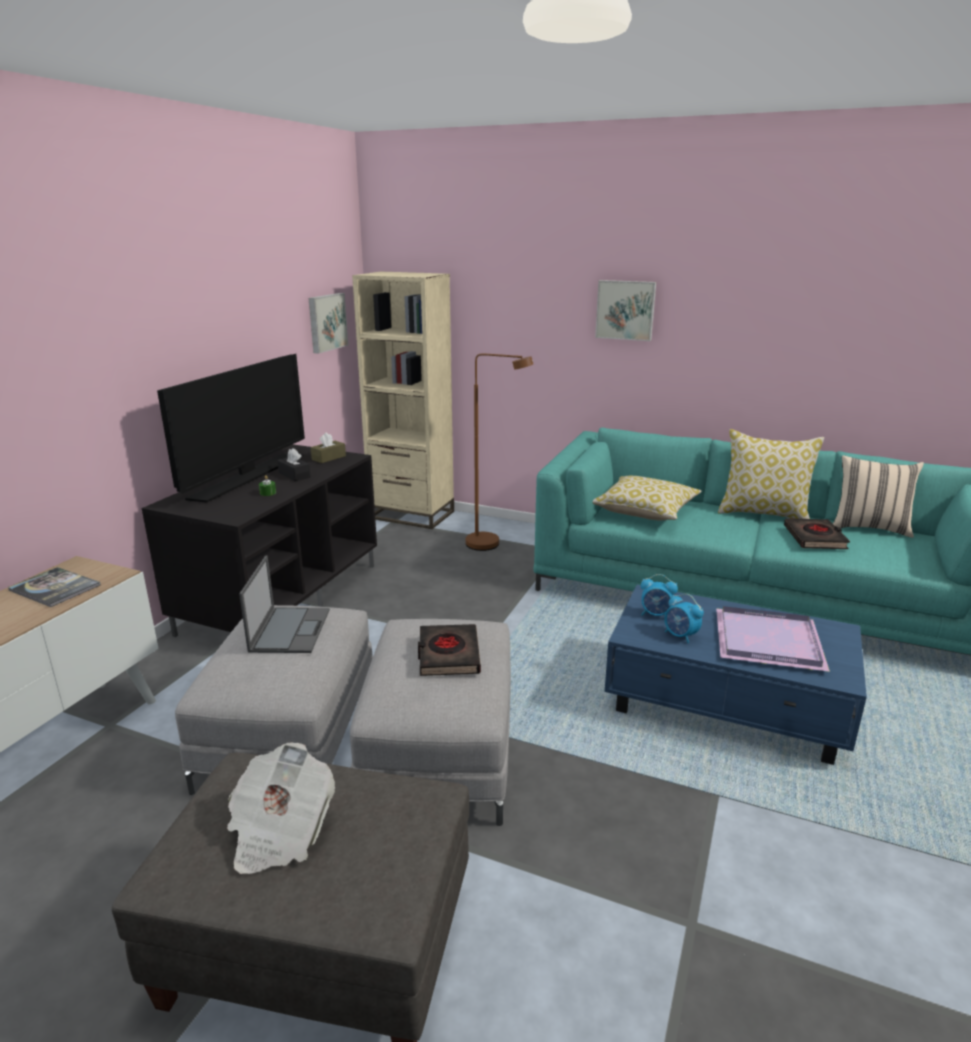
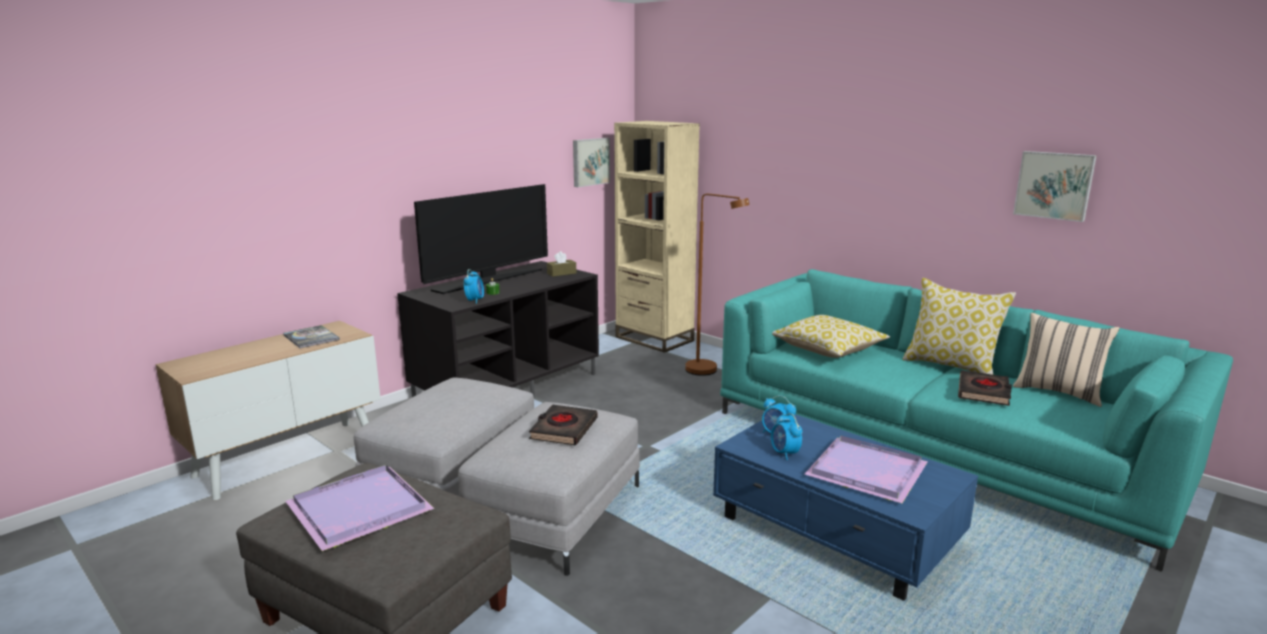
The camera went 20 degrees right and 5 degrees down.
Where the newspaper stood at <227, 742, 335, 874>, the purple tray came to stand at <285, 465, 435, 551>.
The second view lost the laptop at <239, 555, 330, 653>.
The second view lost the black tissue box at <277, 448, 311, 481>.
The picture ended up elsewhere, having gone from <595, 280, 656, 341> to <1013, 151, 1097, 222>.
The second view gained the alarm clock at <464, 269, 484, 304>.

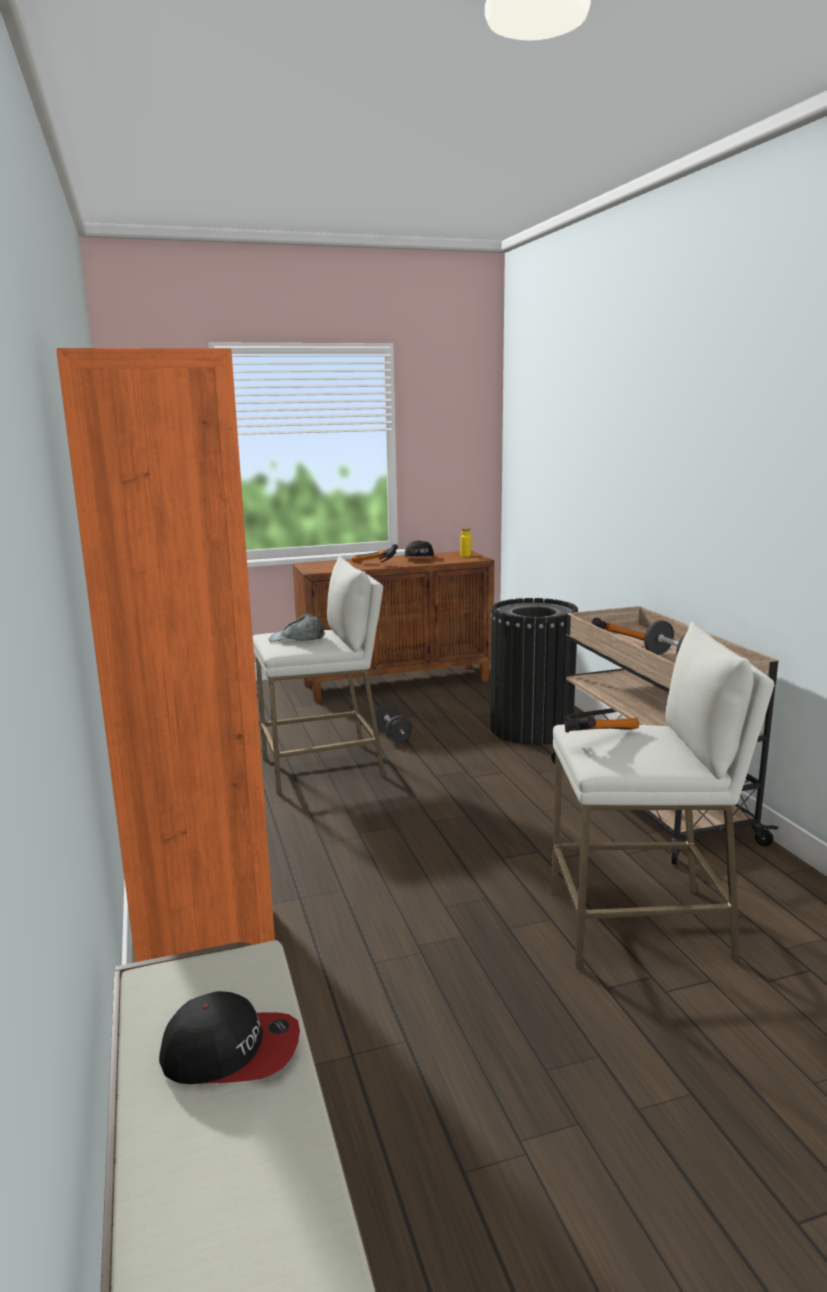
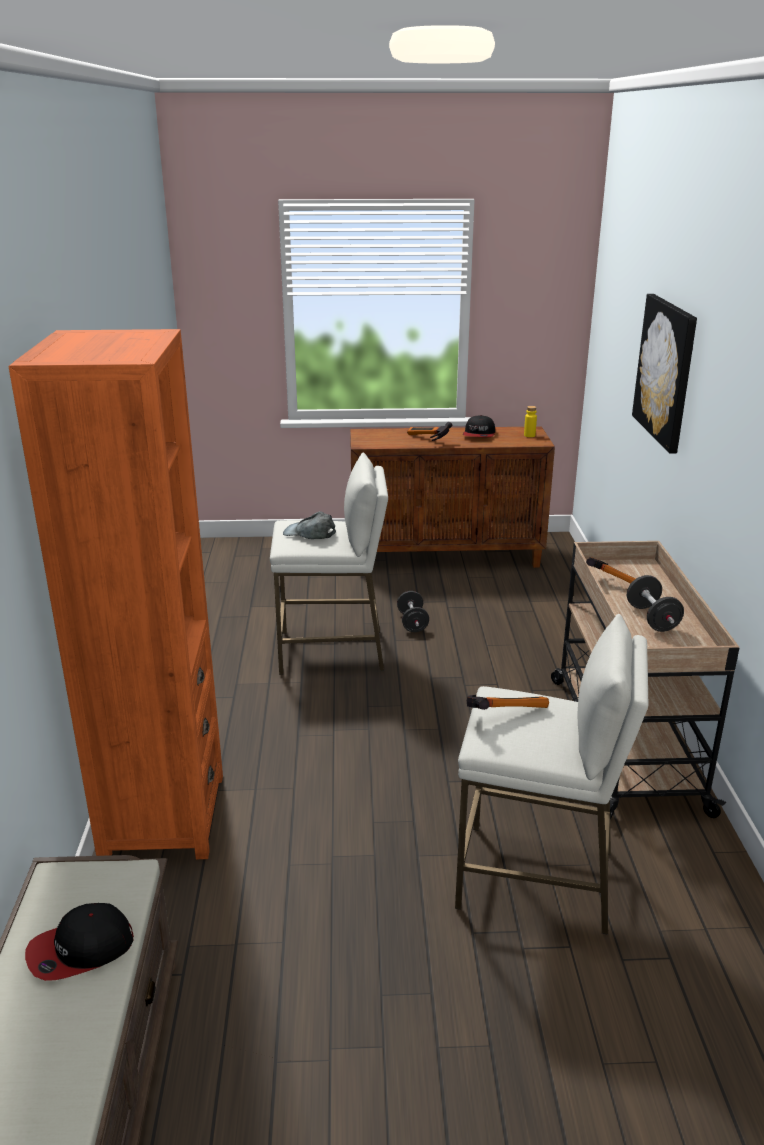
The camera went 15 degrees right and 10 degrees up.
The cap at <159, 991, 300, 1084> ended up facing another way, 135 degrees clockwise from before.
The second view lost the black trash can at <490, 598, 578, 745>.
The second view gained the picture at <632, 294, 697, 454>.

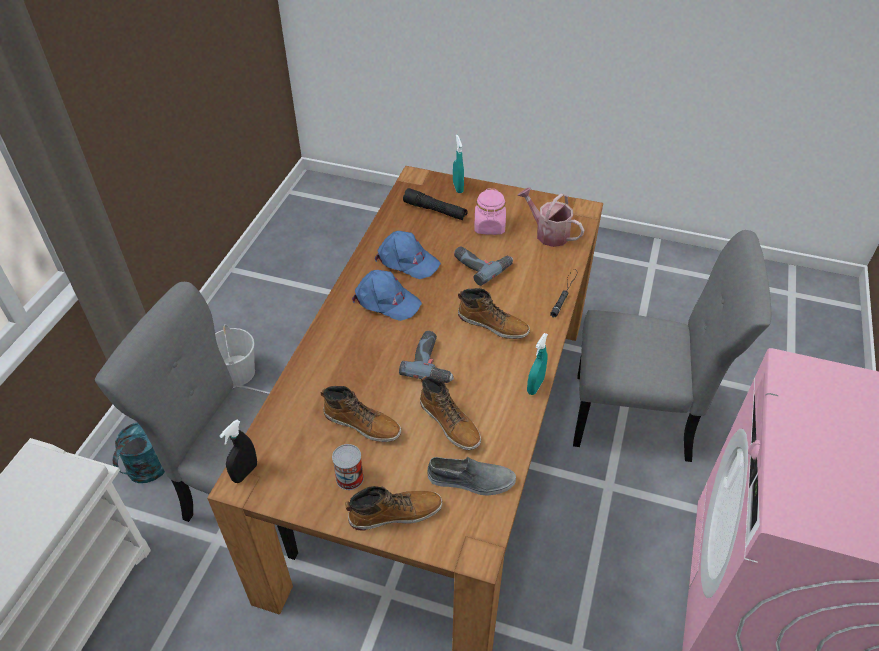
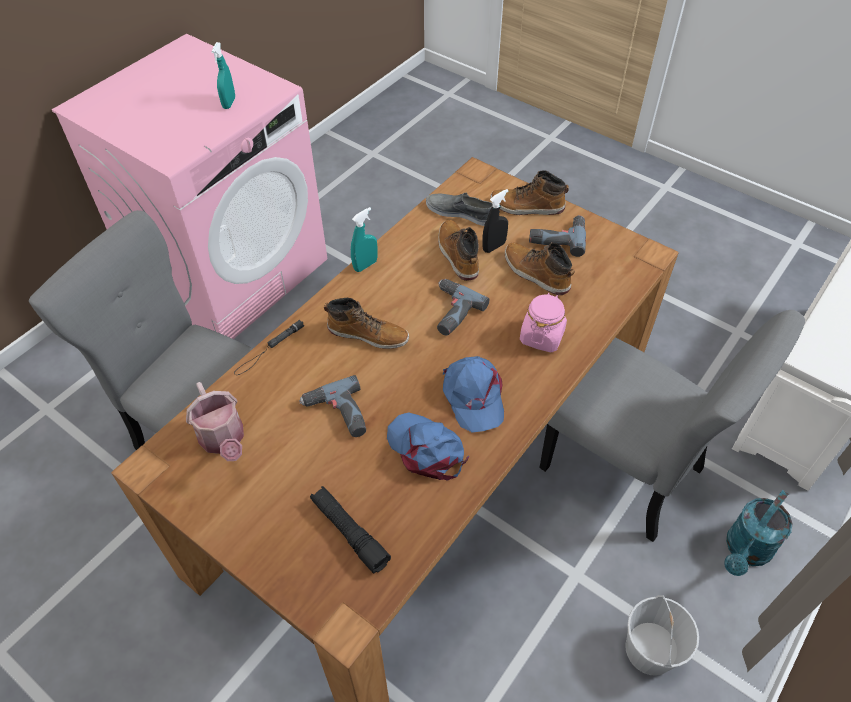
The camera went 160 degrees left and 5 degrees up.
The black spray bottle ended up elsewhere, having gone from <219, 420, 257, 483> to <482, 189, 509, 253>.
Where the can stood at <332, 444, 364, 490>, the power drill came to stand at <529, 215, 586, 257>.
The blue cap at <352, 270, 422, 321> ended up facing another way, 150 degrees counterclockwise from before.
The turquoise spray bottle ended up elsewhere, having gone from <453, 135, 464, 193> to <211, 42, 235, 109>.
The boot at <458, 288, 530, 339> ended up facing another way, 150 degrees clockwise from before.
The pink jar ended up elsewhere, having gone from <474, 189, 506, 235> to <520, 293, 567, 353>.

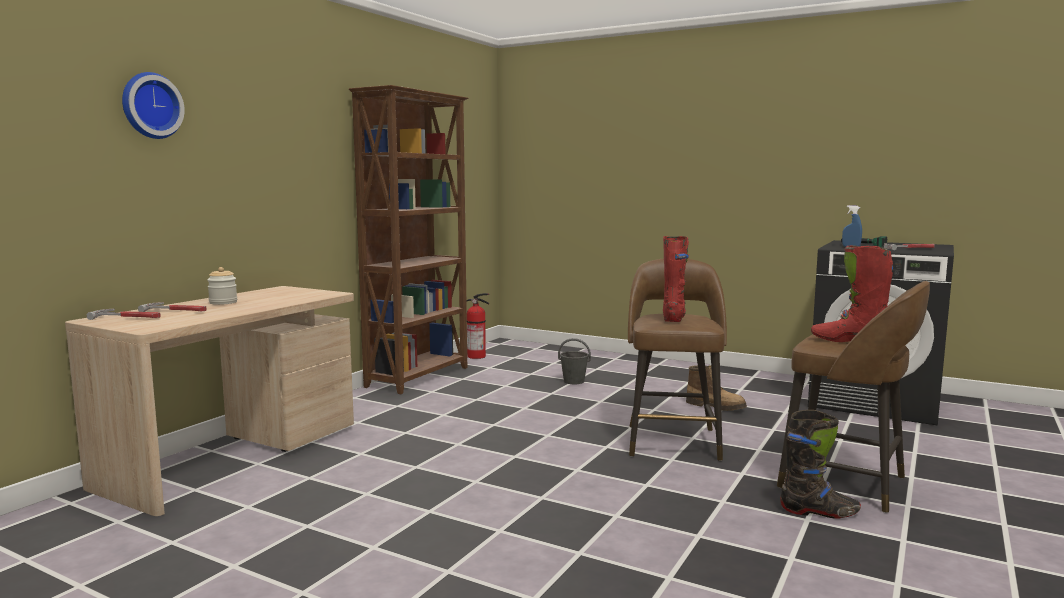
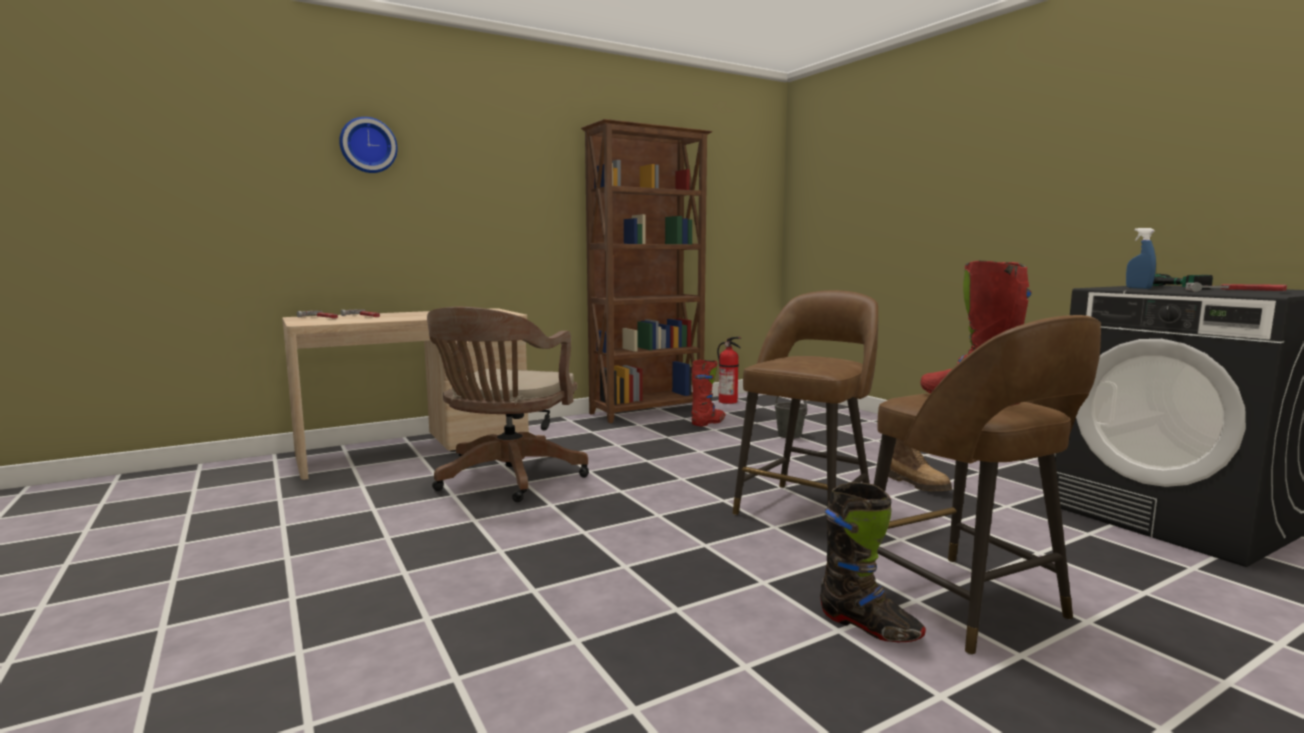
The camera went 30 degrees right and 0 degrees up.
The second view lost the jar at <207, 267, 237, 305>.
The red boot ended up elsewhere, having gone from <663, 236, 689, 322> to <691, 360, 725, 427>.
The second view gained the brown office chair at <427, 307, 589, 502>.

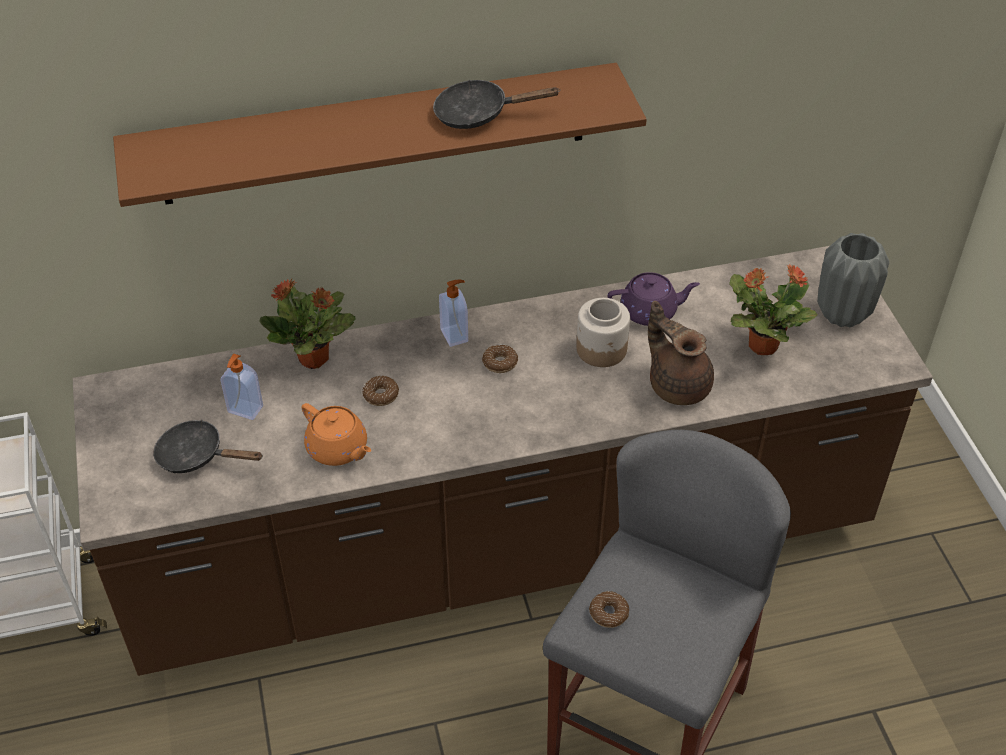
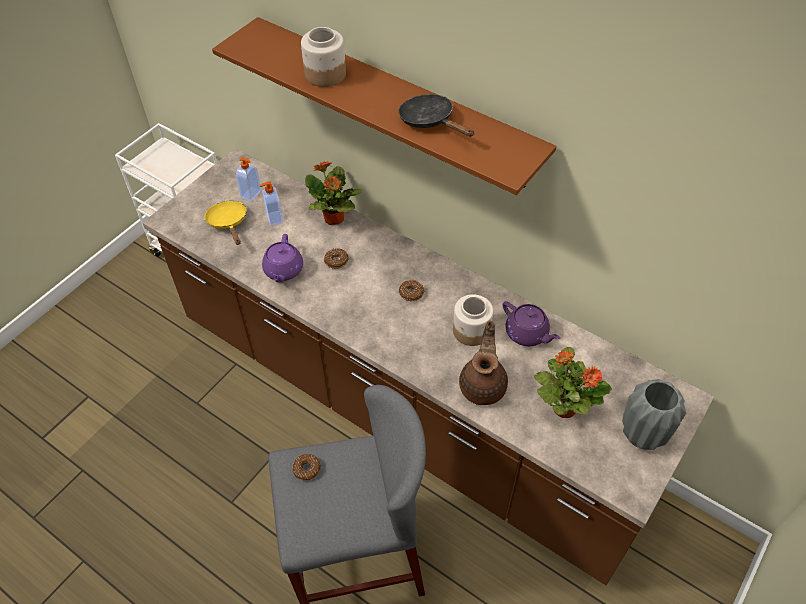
The camera went 50 degrees right and 5 degrees up.
What was the black frying pan at <153, 420, 263, 473> turned into the yellow frying pan at <204, 201, 247, 245>.
What was the orange teapot at <302, 403, 371, 466> turned into the purple teapot at <262, 234, 303, 283>.
The soap dispenser ended up elsewhere, having gone from <439, 279, 468, 347> to <236, 157, 261, 202>.
The second view gained the jar at <301, 27, 346, 87>.

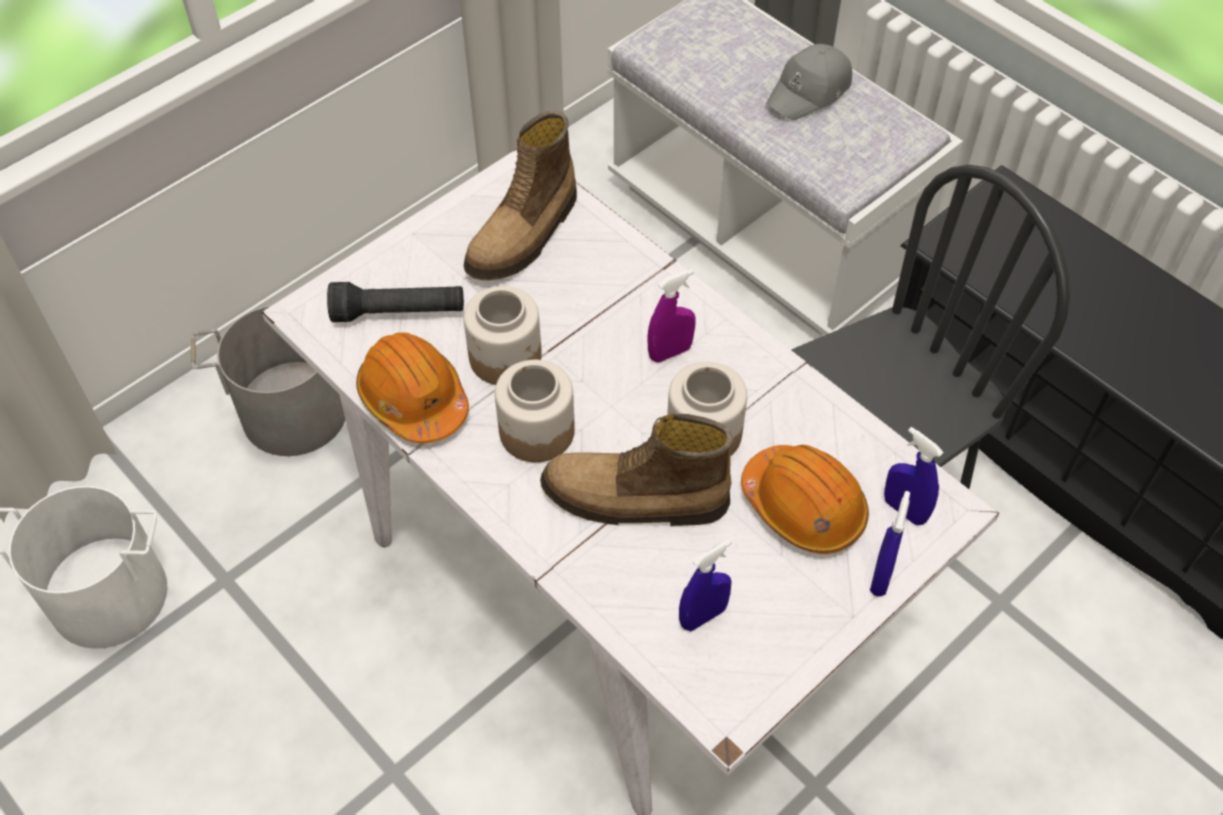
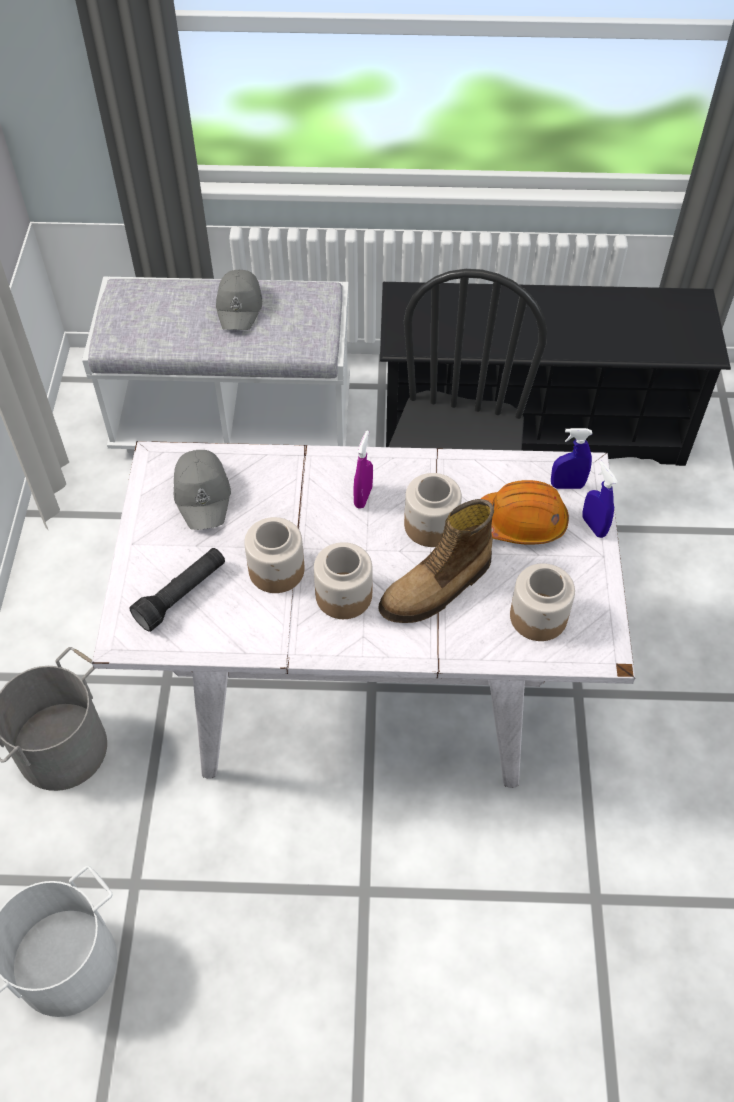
The camera went 45 degrees left and 0 degrees up.
The second view lost the orange hard hat at <356, 332, 469, 443>.
Where the boot stood at <464, 111, 577, 280>, the grey cap came to stand at <174, 450, 231, 530>.
Where the blue spray bottle stood at <679, 539, 732, 631>, the jar came to stand at <510, 563, 575, 641>.

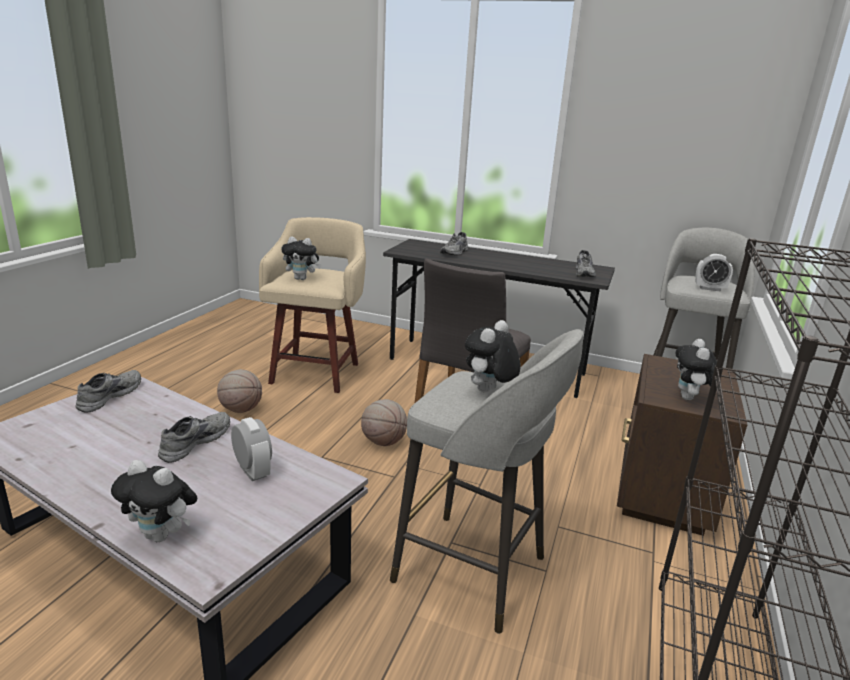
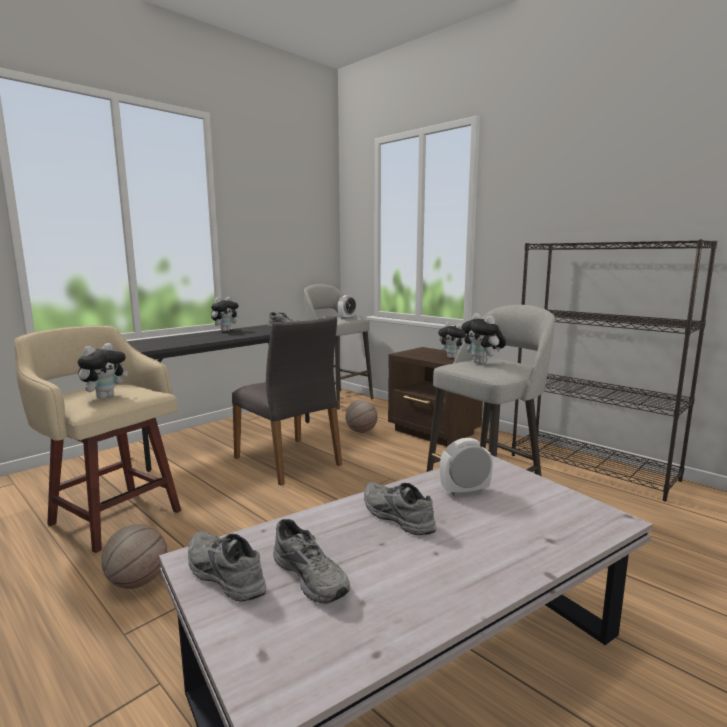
The camera went 65 degrees left and 10 degrees down.
The plush toy ended up elsewhere, having gone from <111, 460, 197, 542> to <211, 297, 240, 331>.
The basketball ended up elsewhere, having gone from <361, 399, 407, 446> to <345, 400, 378, 433>.
The grey shoe ended up elsewhere, having gone from <440, 232, 468, 256> to <273, 519, 350, 604>.

